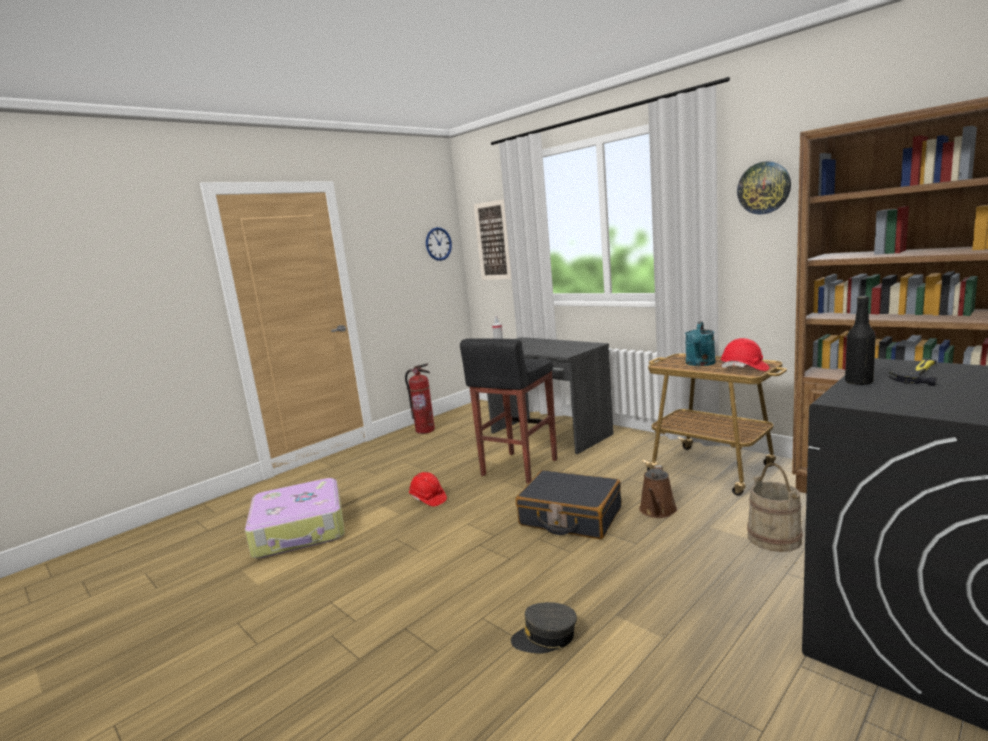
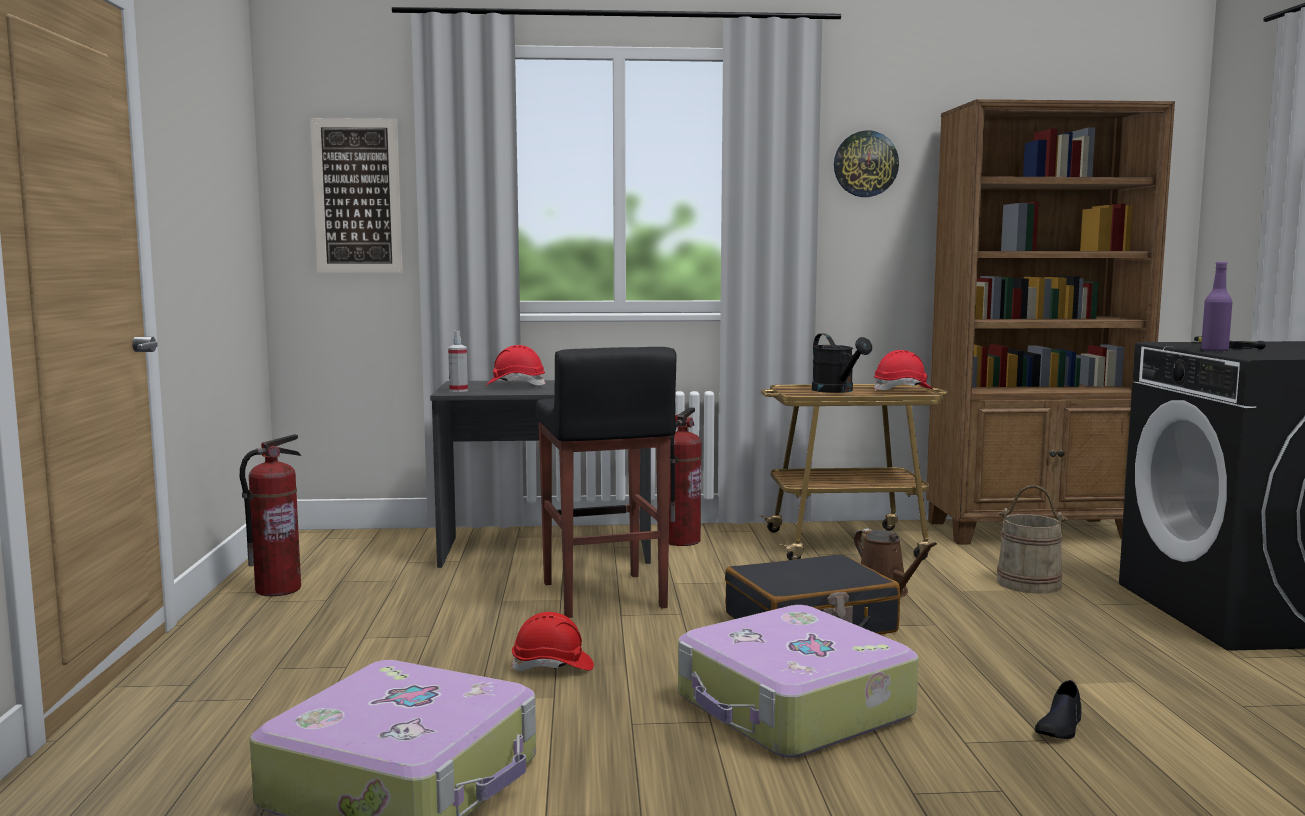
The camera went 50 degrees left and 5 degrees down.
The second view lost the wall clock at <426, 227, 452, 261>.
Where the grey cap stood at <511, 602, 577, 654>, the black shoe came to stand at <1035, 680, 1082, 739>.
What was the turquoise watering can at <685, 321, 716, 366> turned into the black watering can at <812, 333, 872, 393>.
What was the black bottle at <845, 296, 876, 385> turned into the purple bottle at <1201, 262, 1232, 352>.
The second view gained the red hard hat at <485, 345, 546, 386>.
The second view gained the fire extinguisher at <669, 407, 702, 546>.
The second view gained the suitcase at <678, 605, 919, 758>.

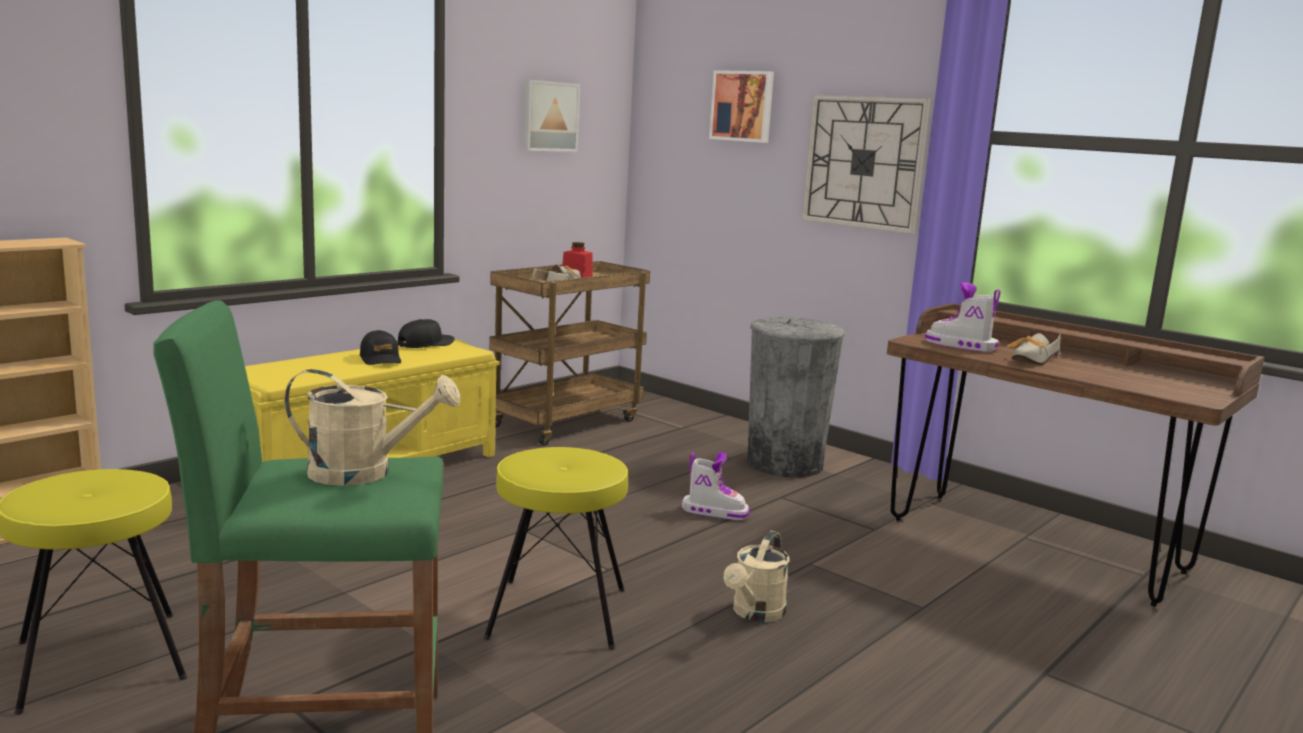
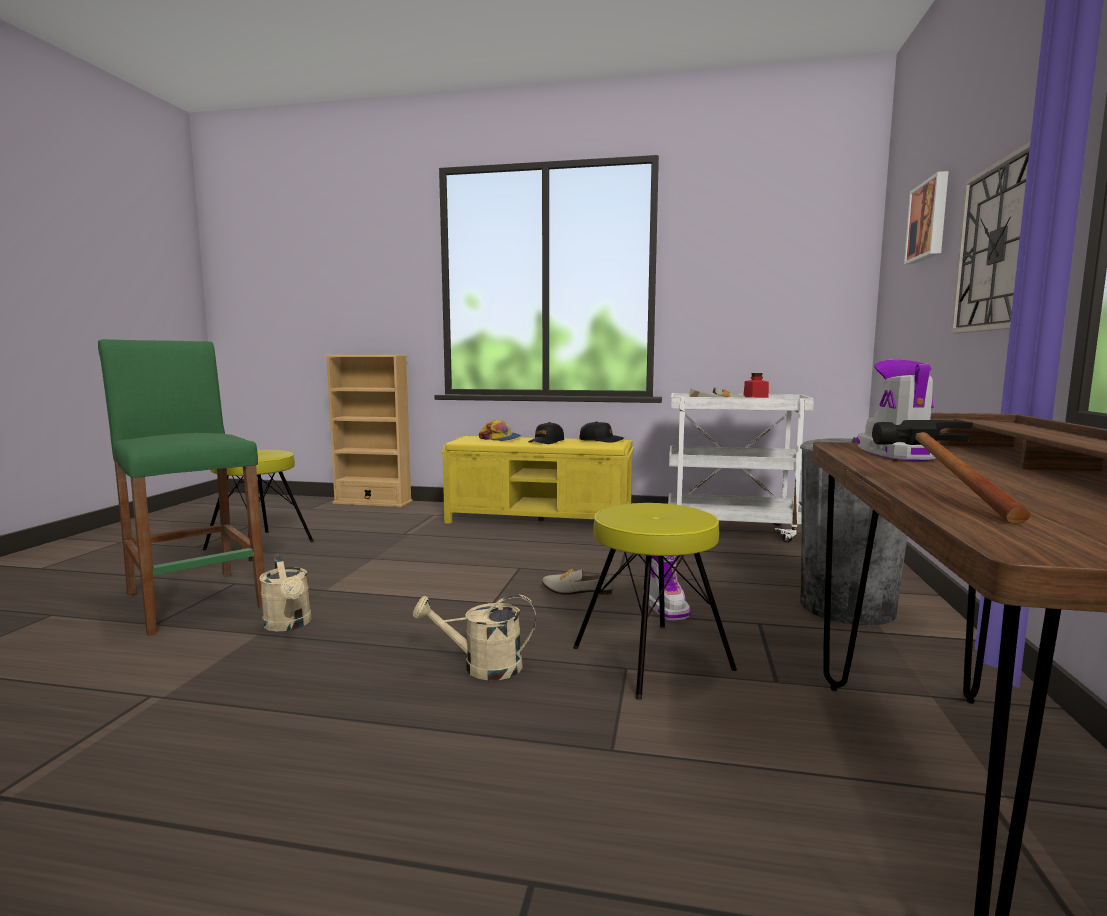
The camera went 60 degrees right and 5 degrees down.
The beige watering can ended up elsewhere, having gone from <284, 369, 460, 486> to <259, 555, 311, 631>.
The yellow stool ended up elsewhere, having gone from <484, 447, 628, 650> to <573, 503, 737, 700>.
What was the brown cart at <489, 261, 650, 446> turned into the white cart at <668, 393, 814, 543>.
The second view lost the picture at <522, 80, 580, 152>.
The shoe ended up elsewhere, having gone from <1006, 333, 1061, 365> to <542, 569, 613, 595>.
The second view gained the cap at <479, 420, 521, 441>.
The second view gained the hammer at <872, 420, 1030, 524>.

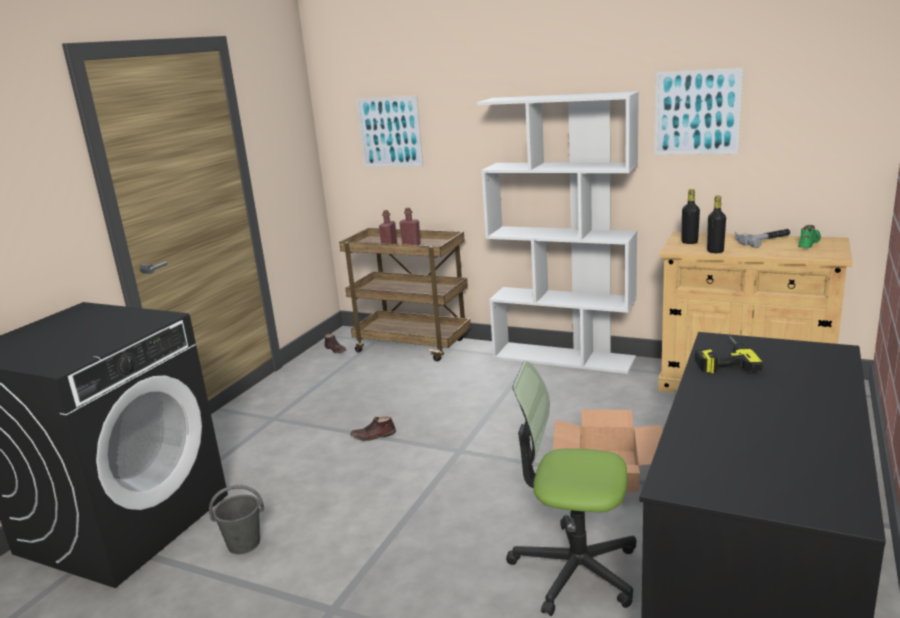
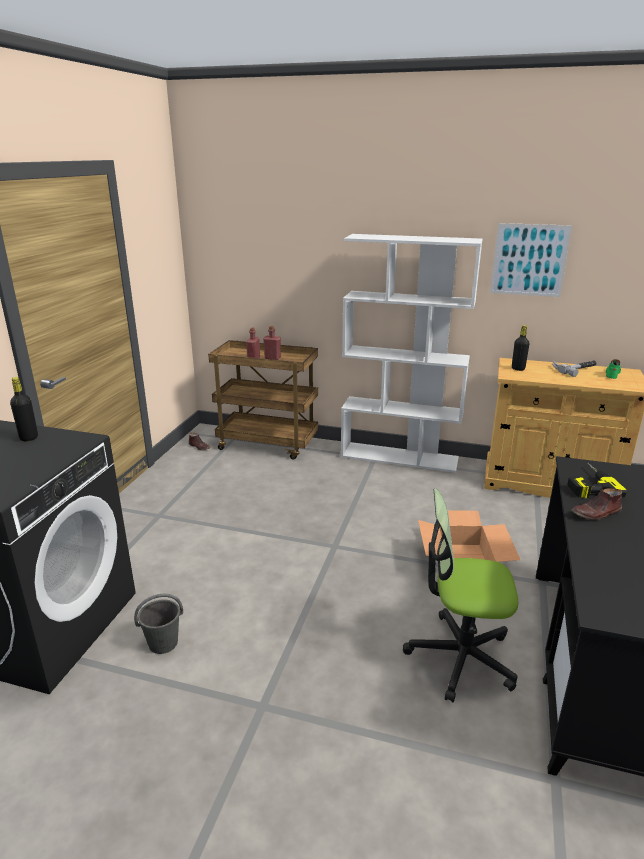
The camera went 10 degrees left and 5 degrees up.
The brown shoe ended up elsewhere, having gone from <350, 416, 396, 441> to <572, 488, 622, 520>.
The second view lost the picture at <356, 96, 423, 167>.
The black bottle ended up elsewhere, having gone from <707, 196, 726, 253> to <10, 377, 38, 441>.

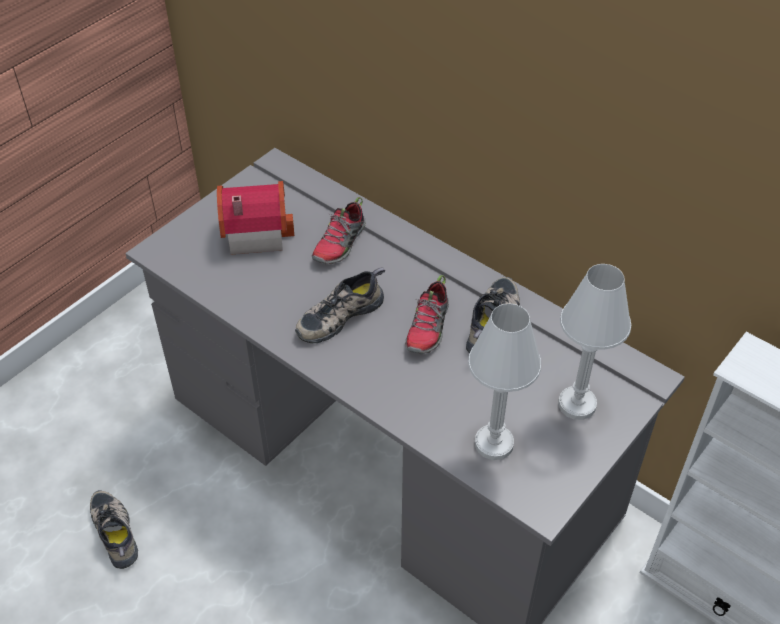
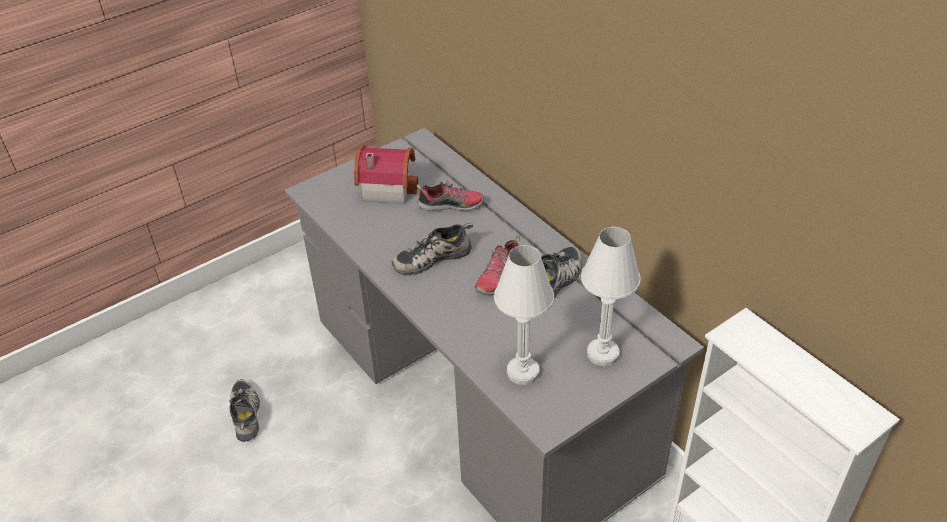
The camera went 15 degrees right and 5 degrees down.
The shoe at <312, 197, 366, 264> ended up facing another way, 135 degrees counterclockwise from before.

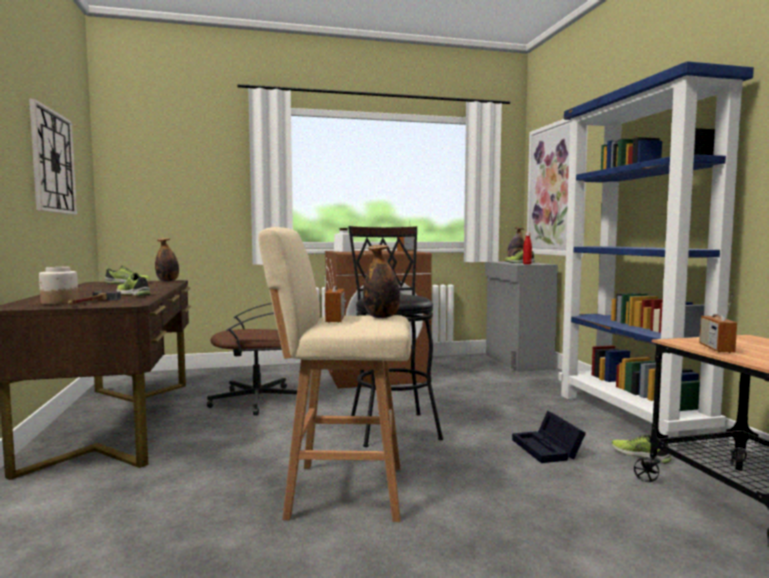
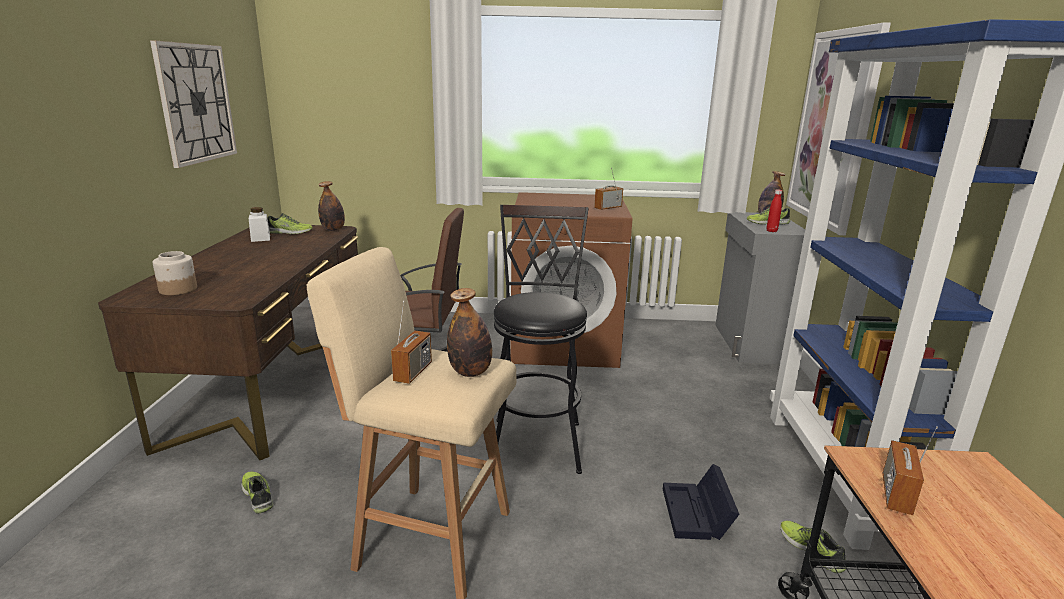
The camera went 15 degrees right and 15 degrees up.
The second view lost the hammer at <68, 291, 121, 305>.
The shoe ended up elsewhere, having gone from <117, 273, 151, 296> to <241, 472, 273, 514>.
The white jar ended up elsewhere, having gone from <334, 228, 354, 252> to <249, 207, 270, 242>.

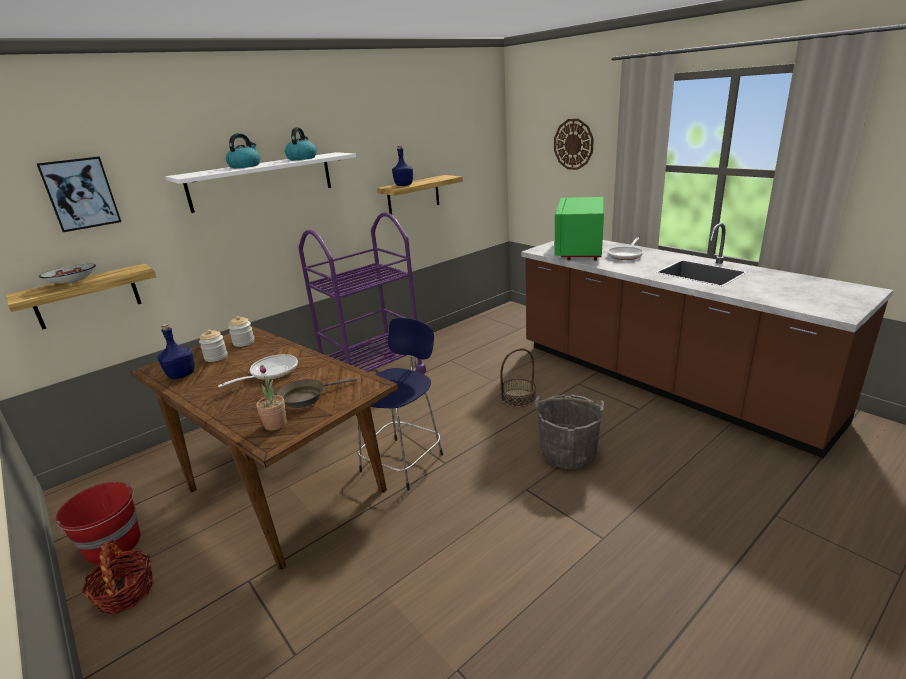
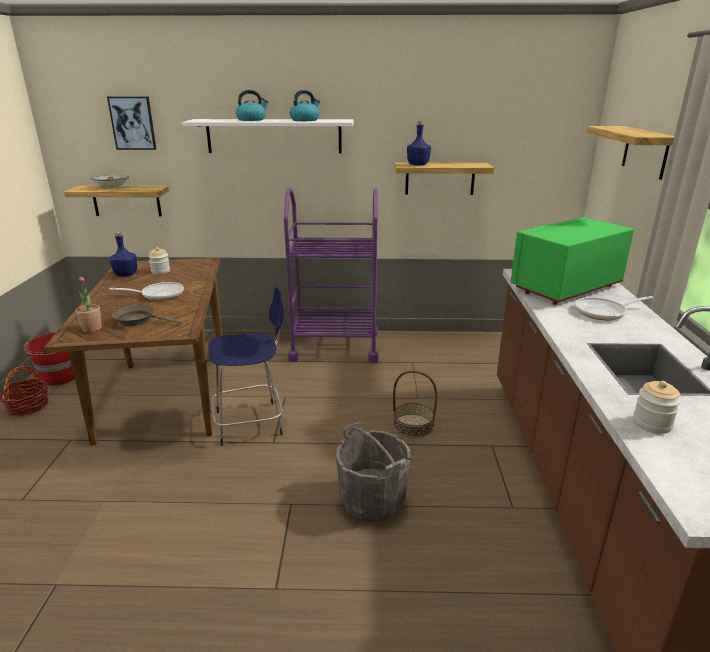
The camera went 40 degrees right and 0 degrees up.
The jar ended up elsewhere, having gone from <228, 316, 255, 347> to <633, 381, 681, 434>.
Where the wall clock hung at <554, 119, 594, 170>, the shelf came to hang at <587, 126, 674, 180>.

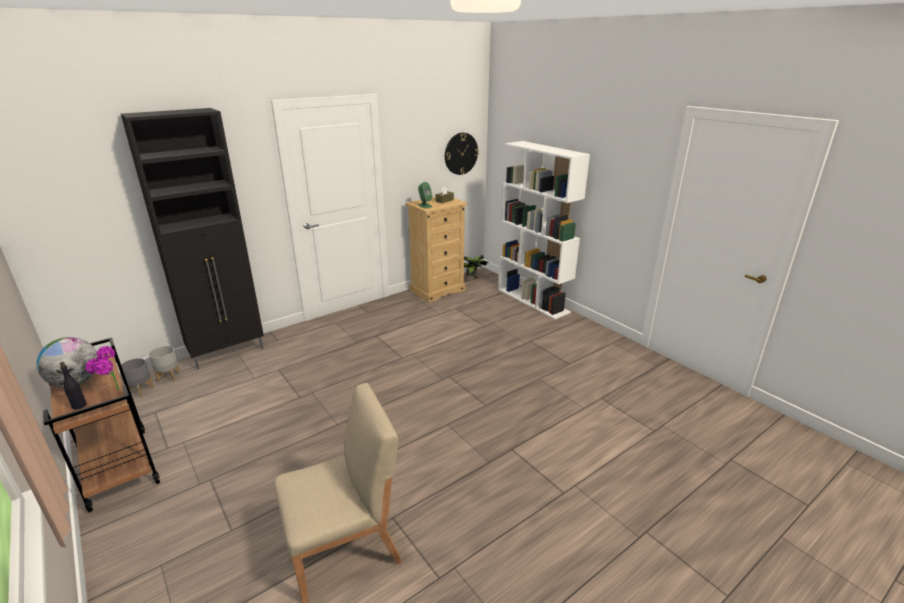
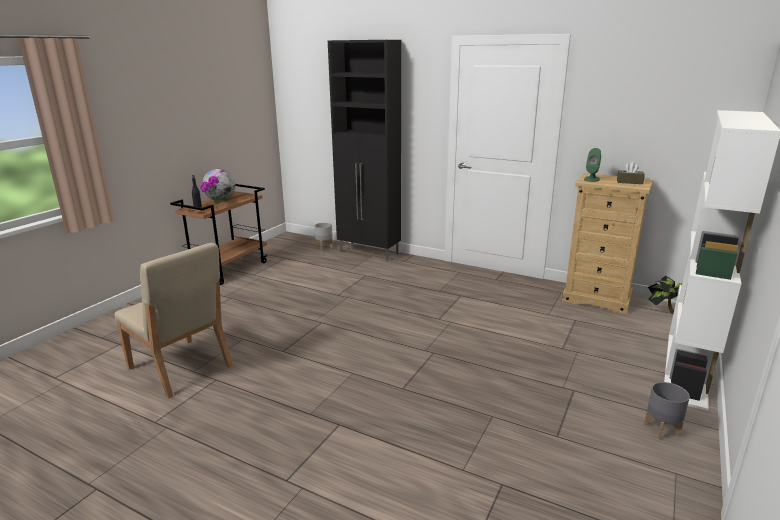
The camera went 65 degrees right and 5 degrees down.
The grey planter ended up elsewhere, having gone from <121, 358, 154, 397> to <644, 382, 690, 440>.
The second view lost the wall clock at <445, 133, 479, 175>.

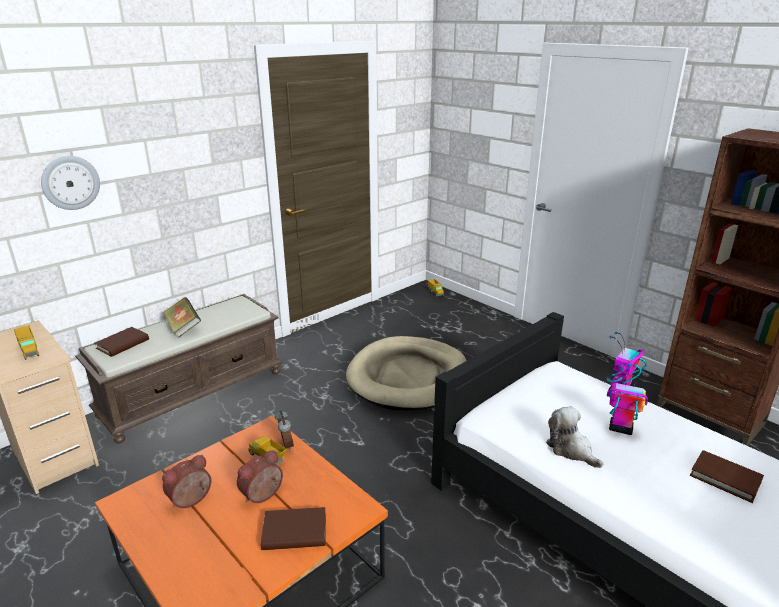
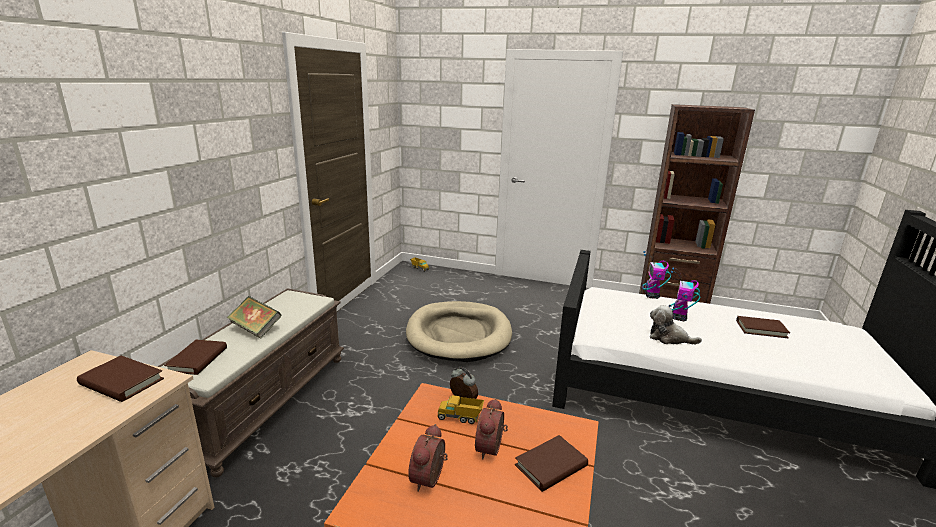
The camera went 30 degrees left and 5 degrees down.
Where the toy truck stood at <14, 325, 39, 360>, the brown book came to stand at <77, 355, 164, 402>.
The second view lost the wall clock at <41, 156, 100, 210>.
The toy robot at <607, 364, 648, 435> ended up facing another way, 60 degrees counterclockwise from before.

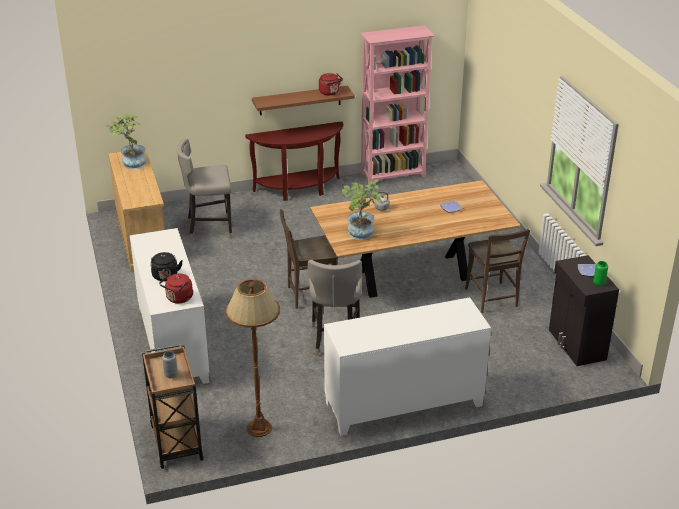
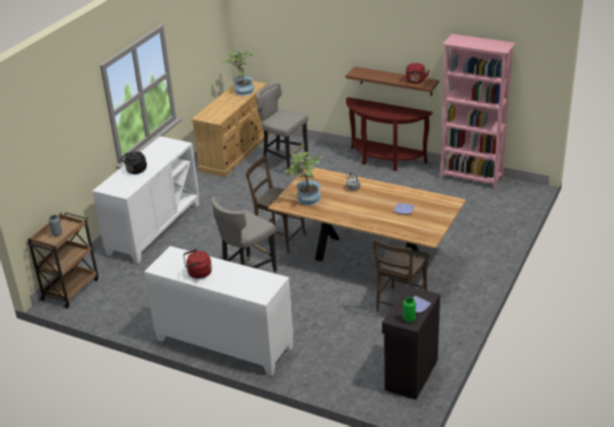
The camera went 45 degrees right and 0 degrees up.
The red kettle ended up elsewhere, having gone from <159, 273, 194, 304> to <183, 249, 212, 279>.
The second view lost the brown floor lamp at <226, 279, 280, 437>.

